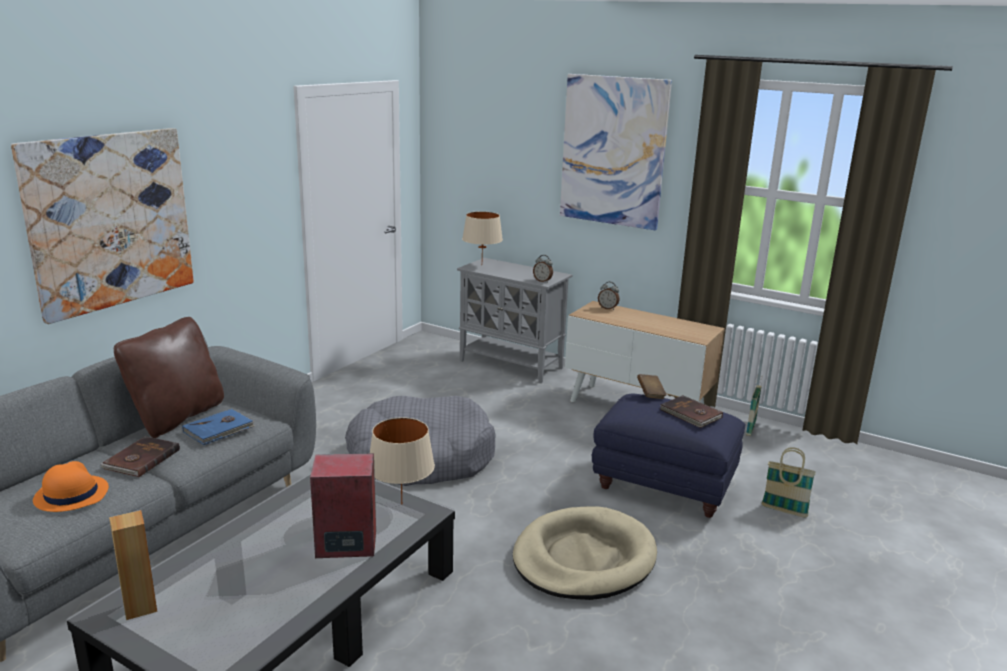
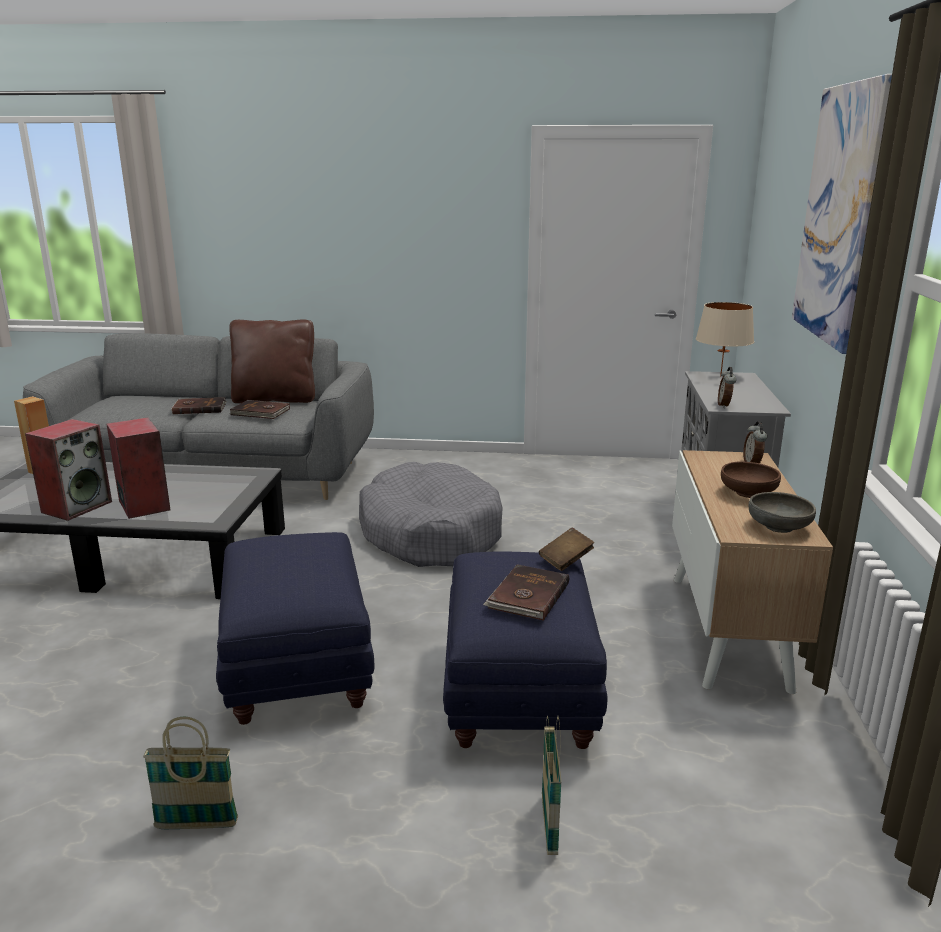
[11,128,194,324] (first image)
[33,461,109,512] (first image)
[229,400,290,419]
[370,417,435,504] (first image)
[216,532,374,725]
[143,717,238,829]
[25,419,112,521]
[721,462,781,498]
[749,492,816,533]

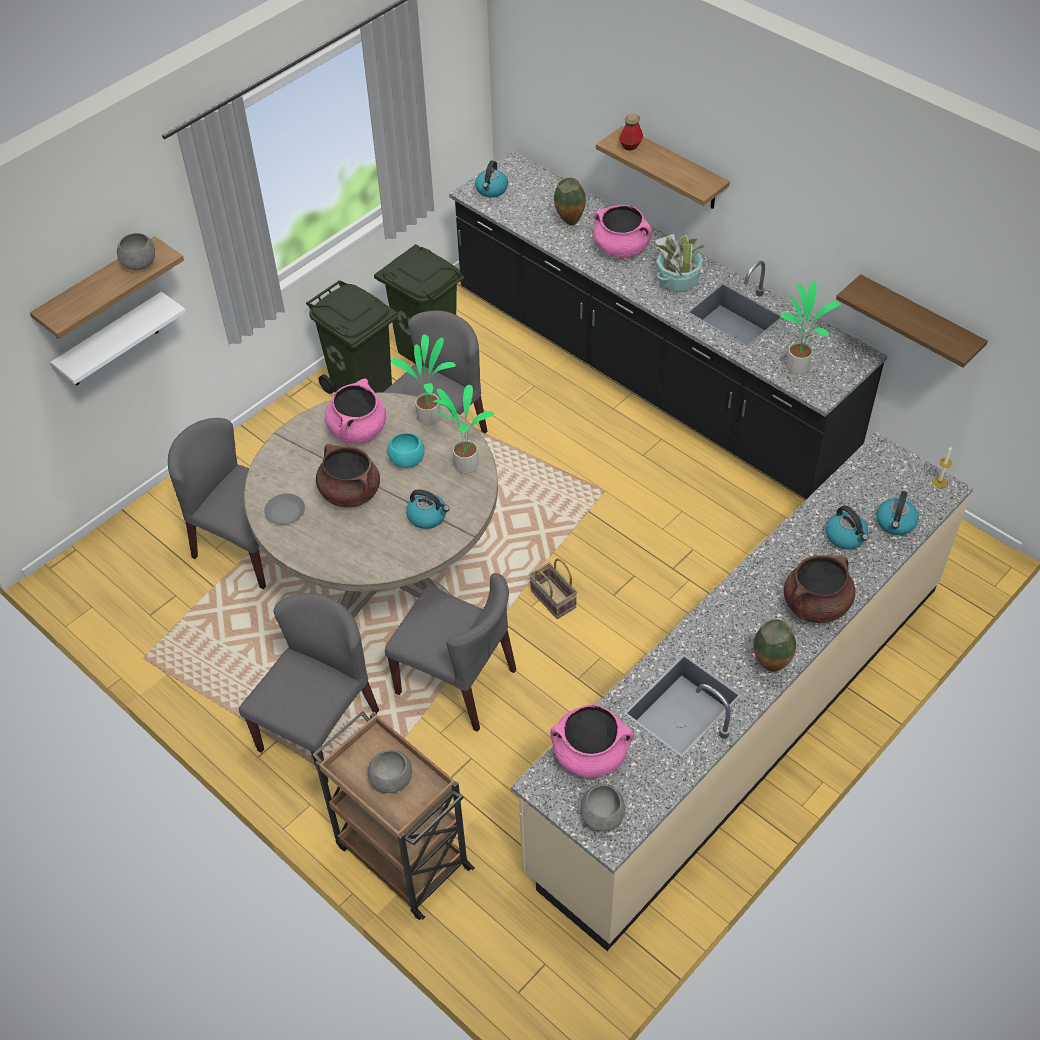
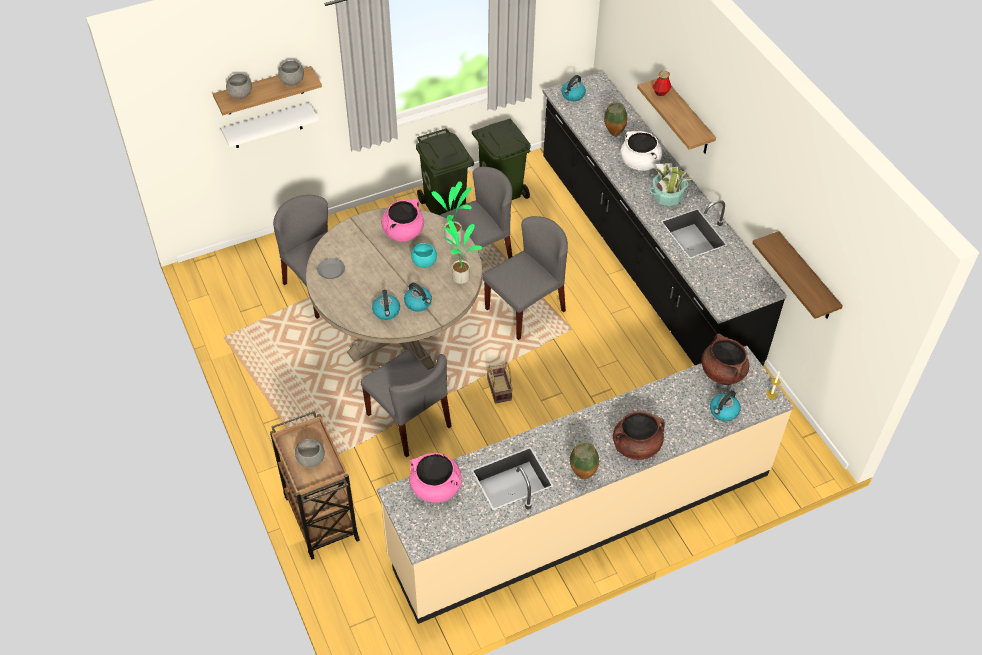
[482,216,568,340]
[701,333,749,385]
[226,73,252,99]
[620,131,662,171]
[780,282,840,374] (first image)
[372,290,400,320]

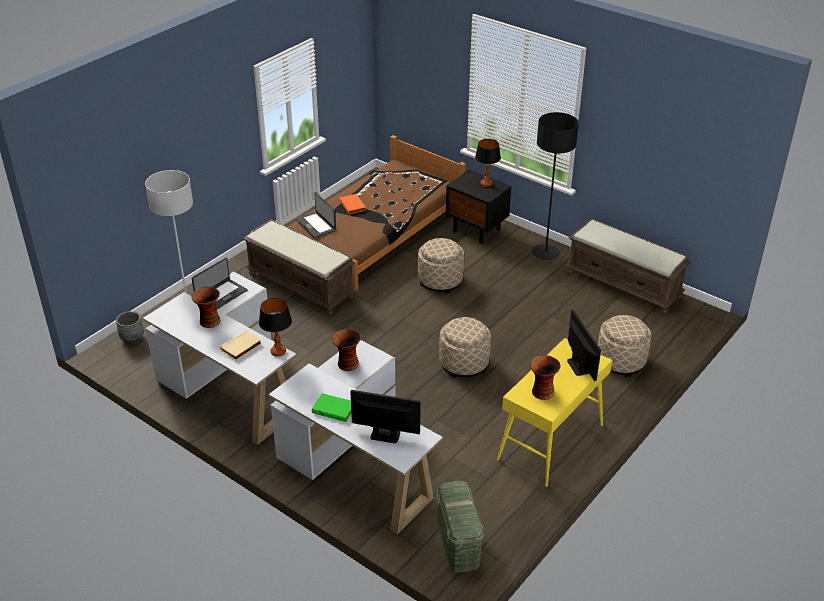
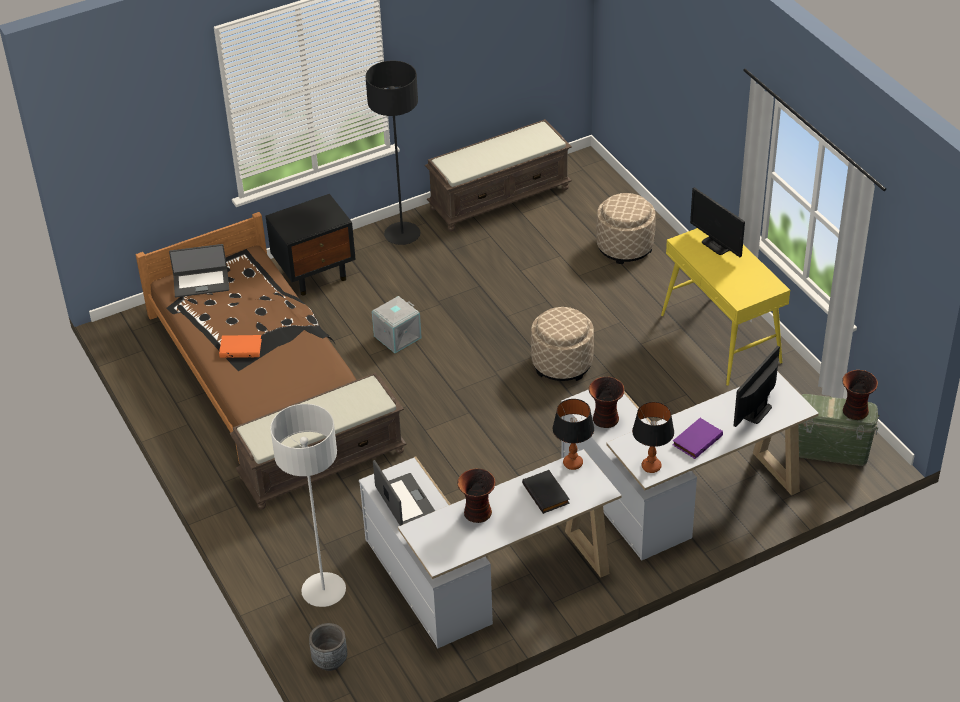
[522,470,570,514]
[169,244,229,297]
[672,418,723,459]
[372,296,422,353]
[632,402,674,473]
[842,370,878,420]
[690,187,745,257]

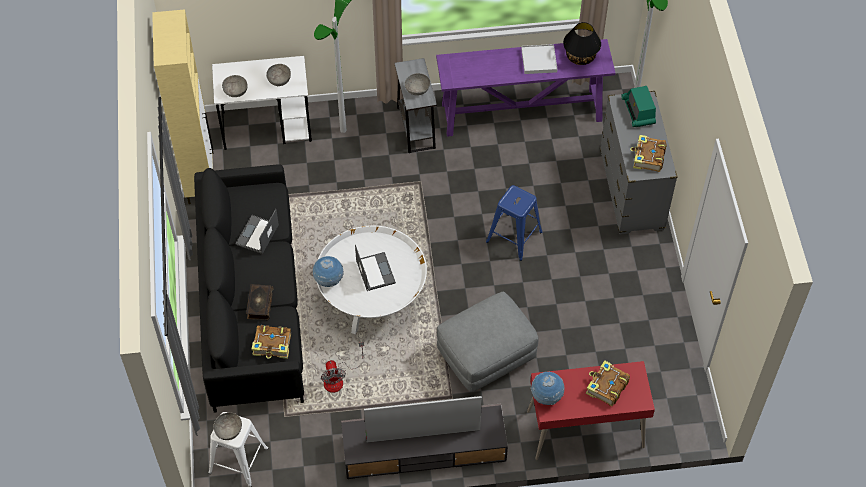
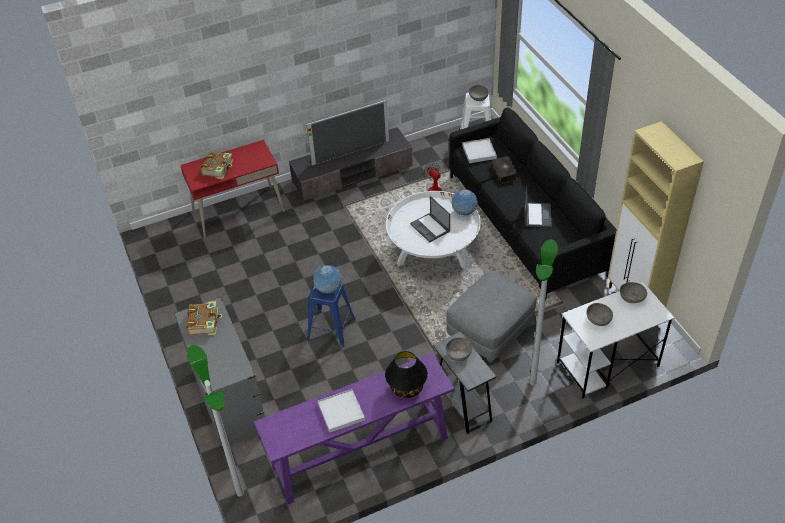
[462,138,497,163]
[447,270,537,363]
[313,265,342,294]
[385,351,428,398]
[621,86,656,127] (first image)

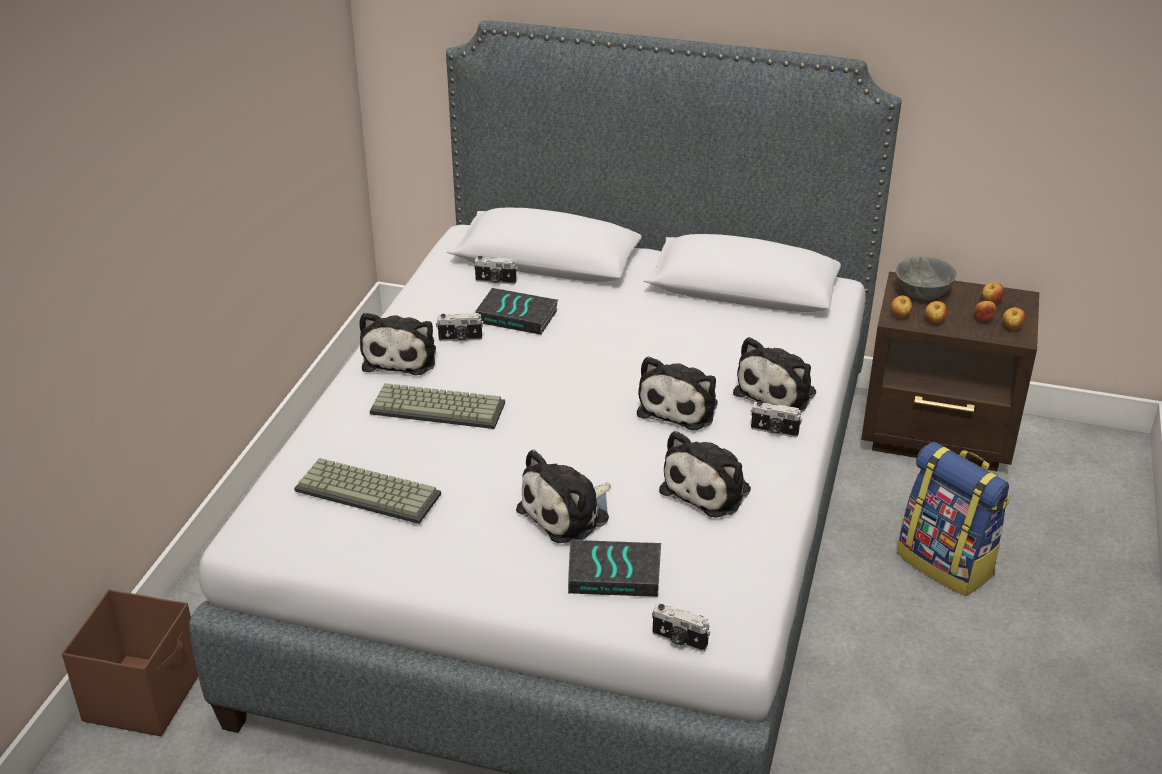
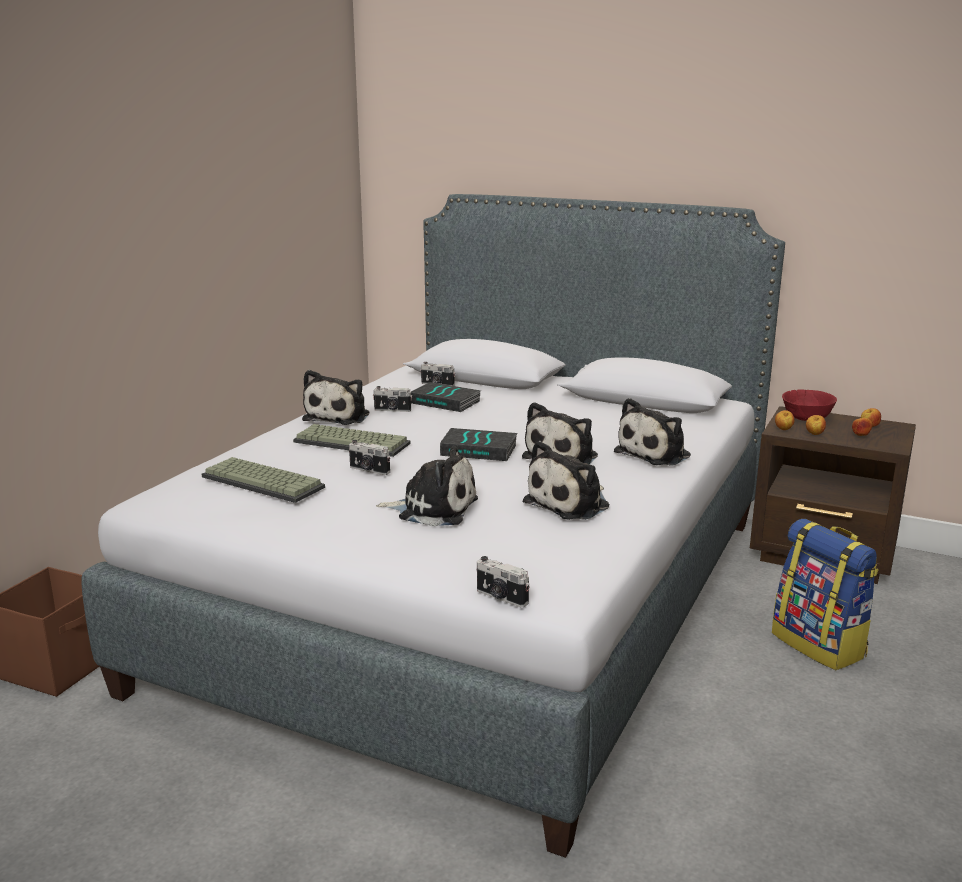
[376,446,478,526]
[440,428,518,461]
[349,440,390,475]
[782,389,837,421]
[1003,307,1025,330] (first image)

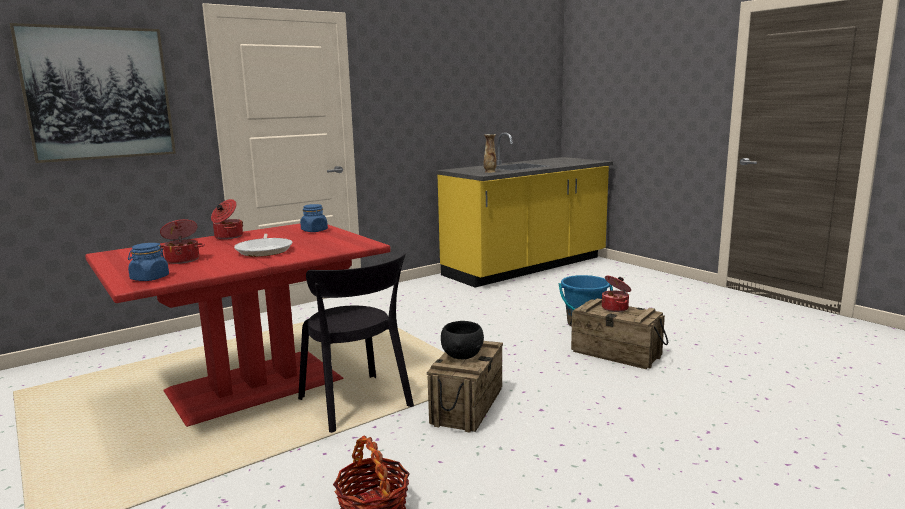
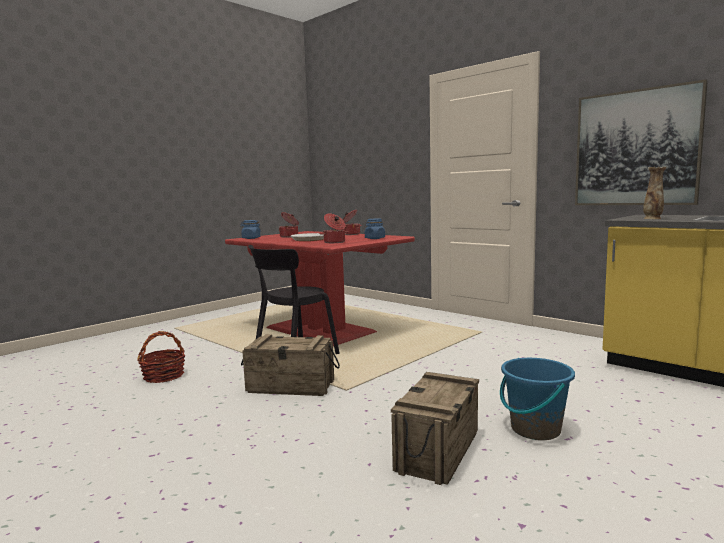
[575,79,708,205]
[441,321,484,359] (first image)
[319,213,349,243]

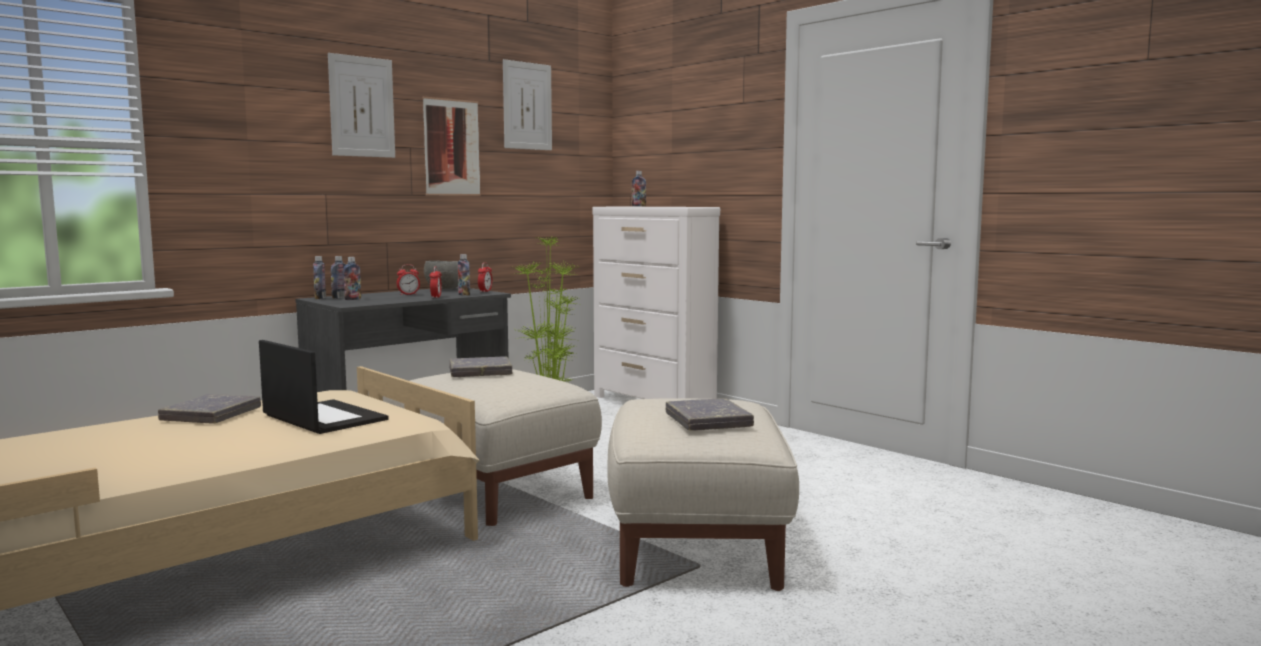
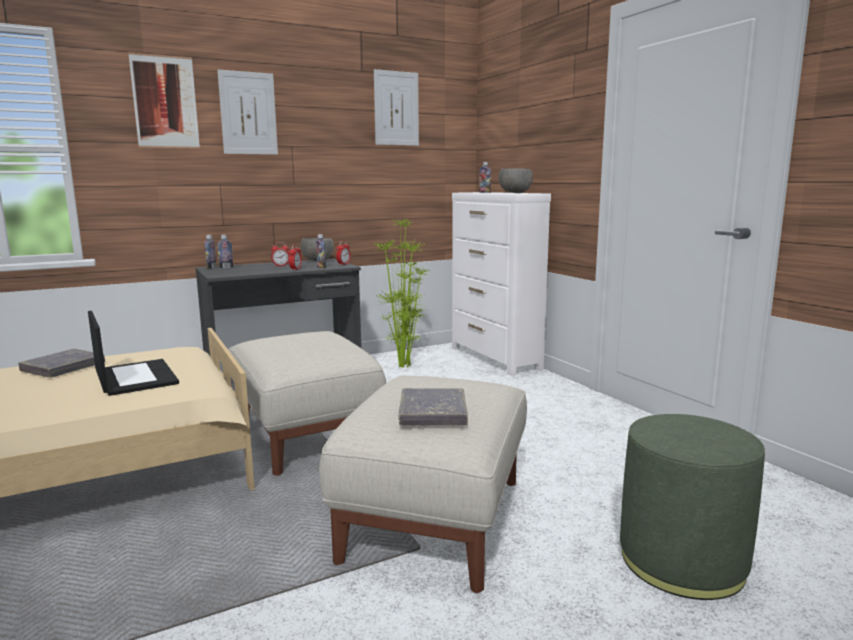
[343,257,361,300] (first image)
[128,52,200,149]
[449,356,512,377] (first image)
[499,169,533,193]
[620,414,765,600]

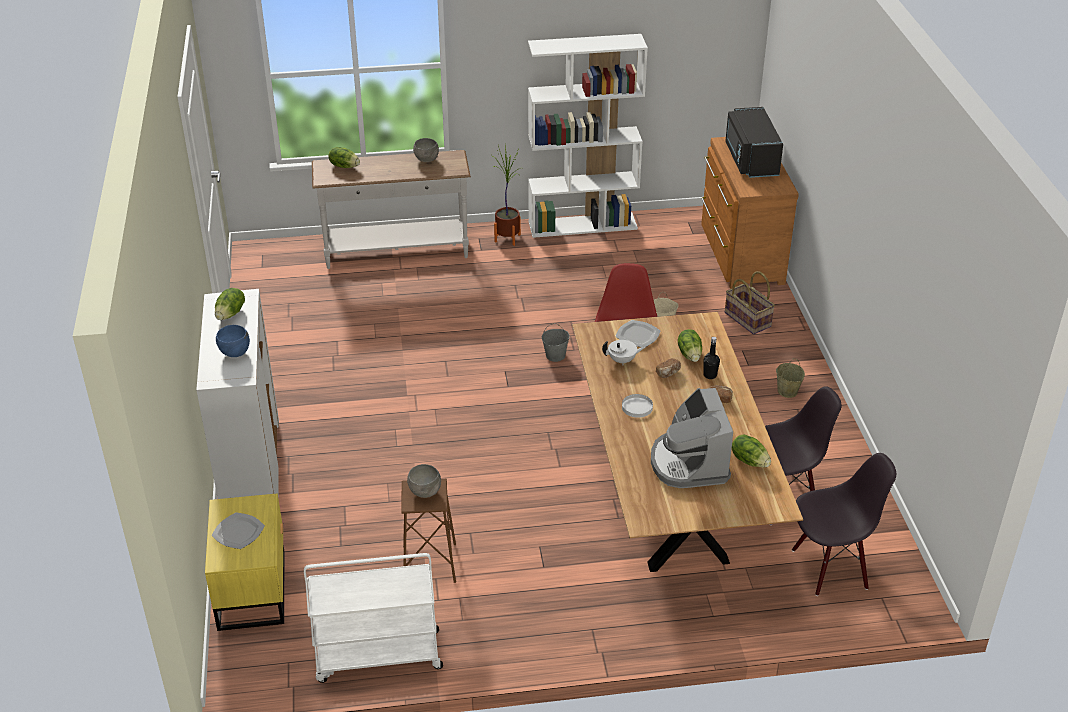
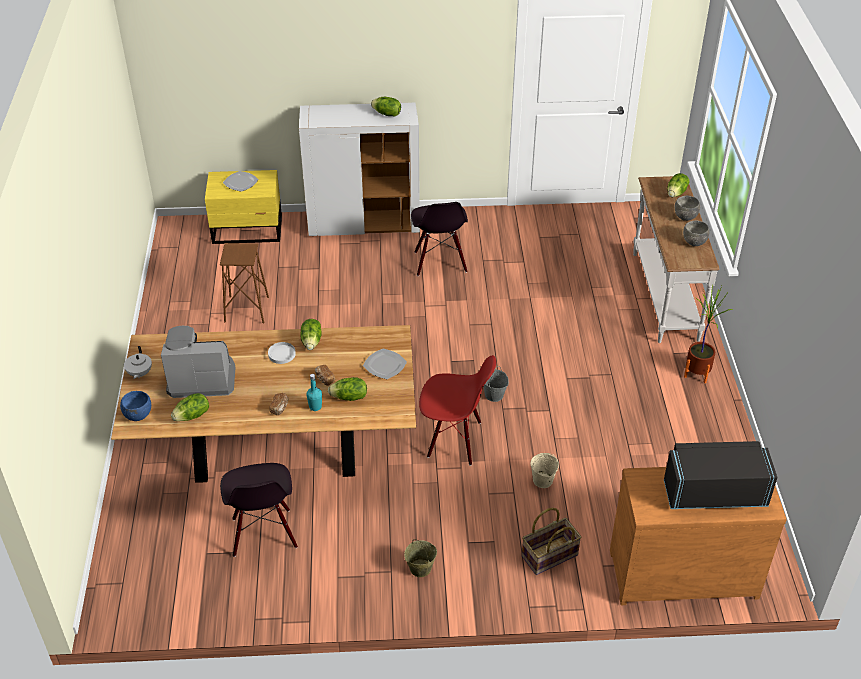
[120,391,151,421]
[304,553,443,683] (first image)
[675,196,700,221]
[528,34,648,238] (first image)
[124,346,152,379]
[307,374,322,411]
[411,202,468,276]
[301,319,322,350]

